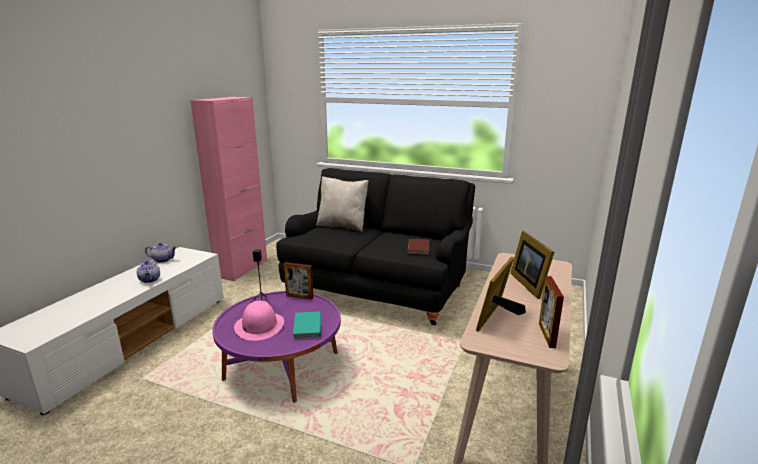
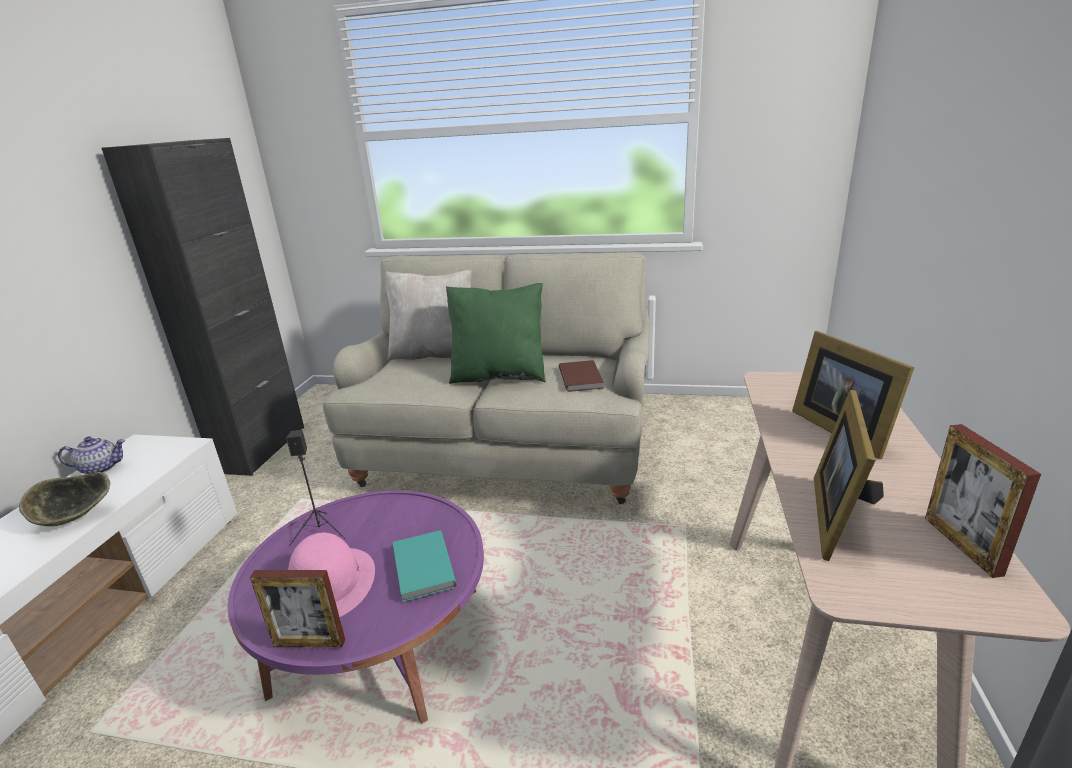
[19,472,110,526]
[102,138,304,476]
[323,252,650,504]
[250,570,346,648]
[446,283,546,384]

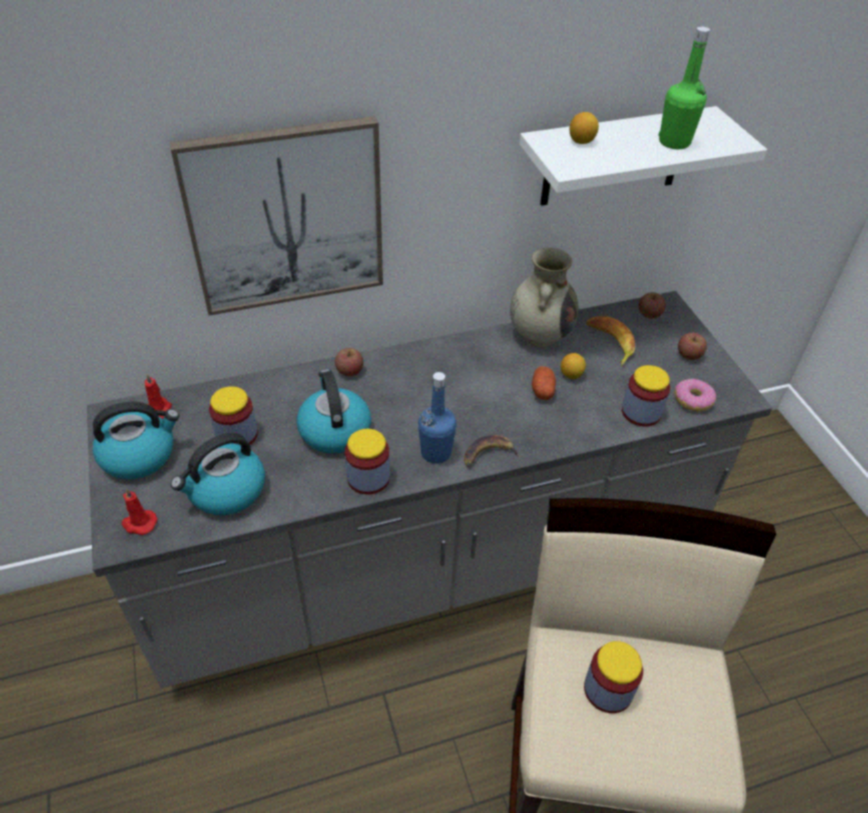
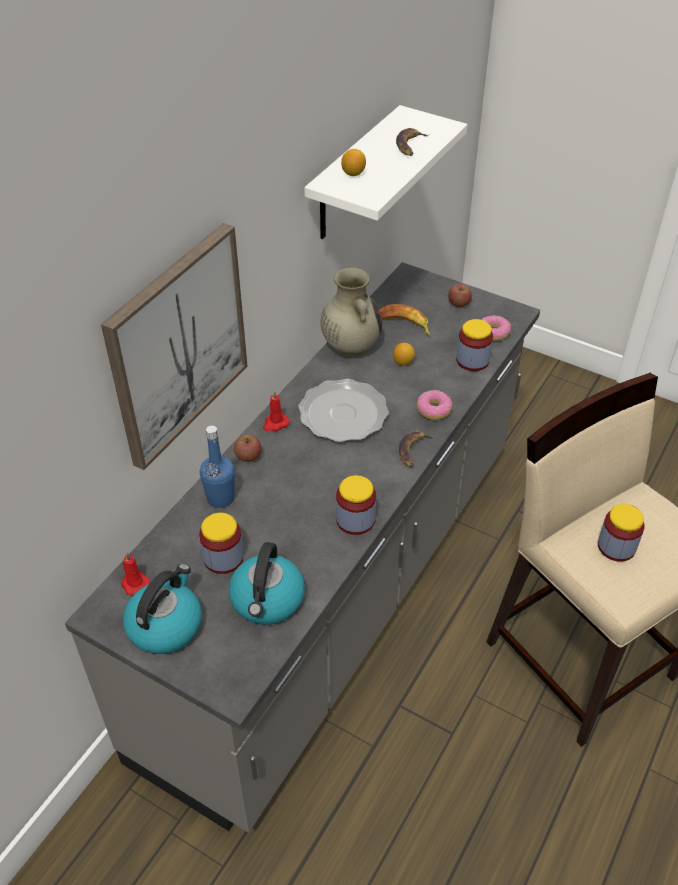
[263,391,289,431]
[297,369,371,454] (first image)
[200,425,235,508]
[532,366,556,400] (first image)
[639,292,666,319] (first image)
[396,128,429,156]
[298,379,389,442]
[417,390,453,420]

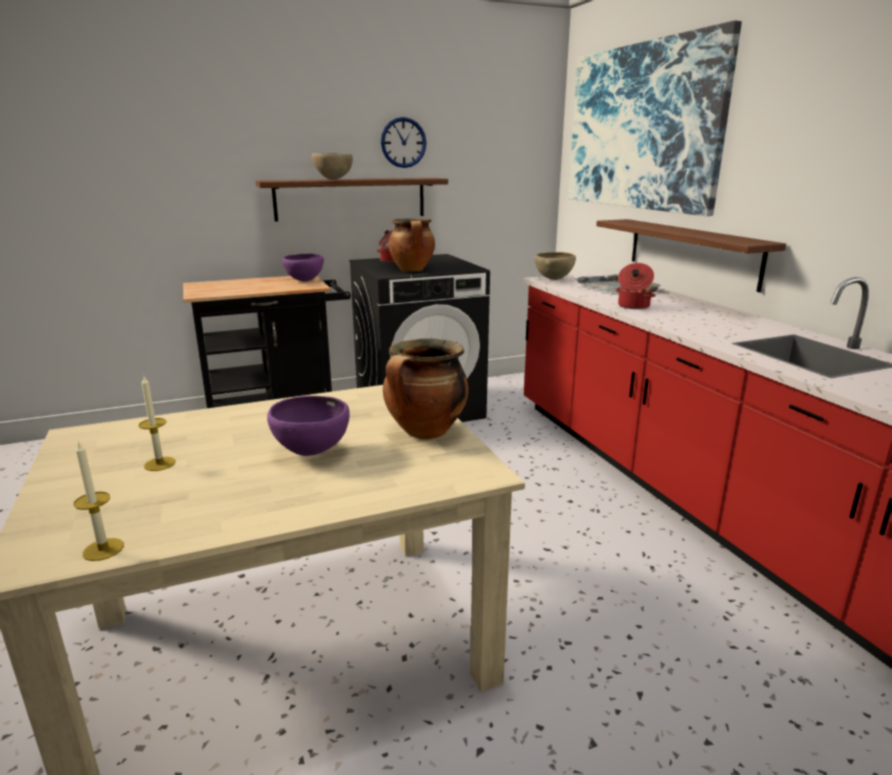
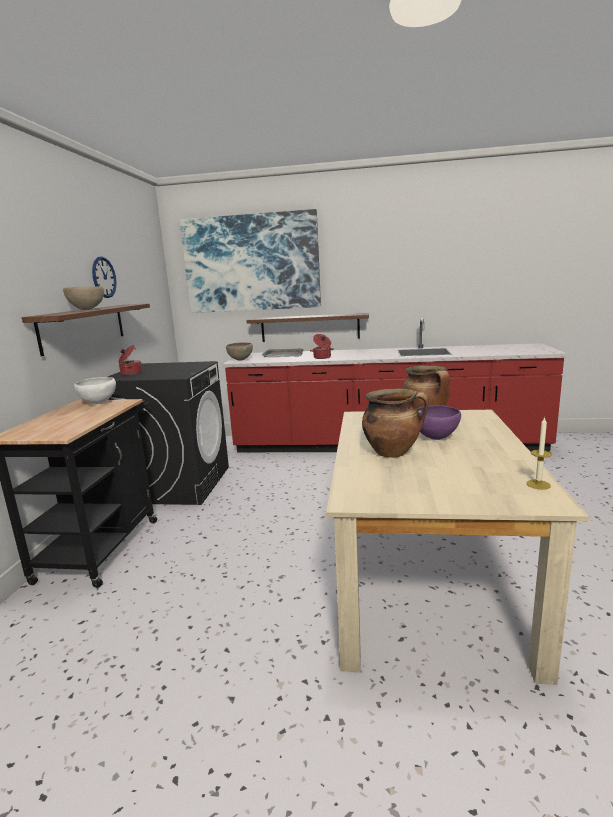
[139,376,176,471] (first image)
[74,377,116,404]
[362,389,429,458]

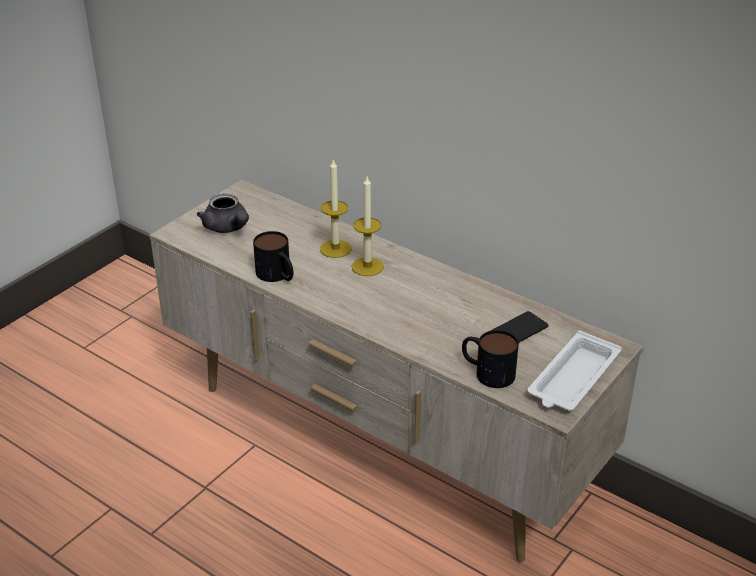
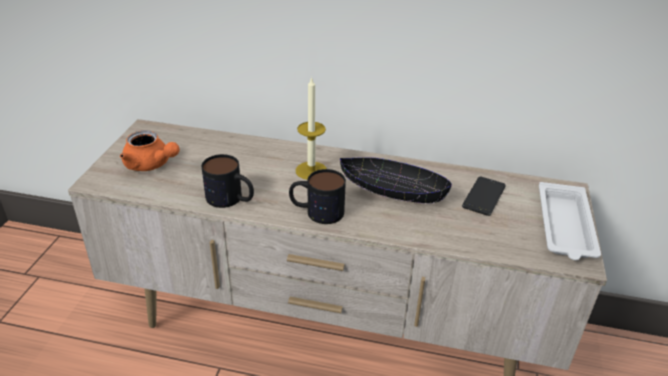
[120,131,180,171]
[320,158,352,258] (first image)
[289,169,346,224]
[340,157,452,204]

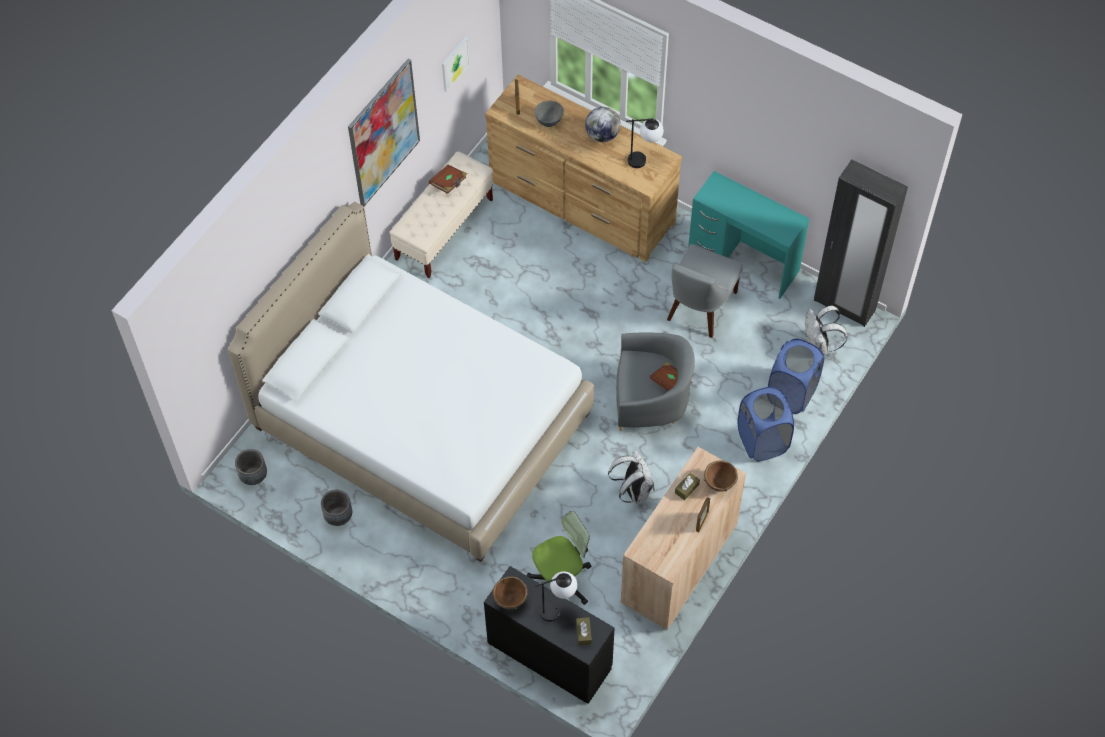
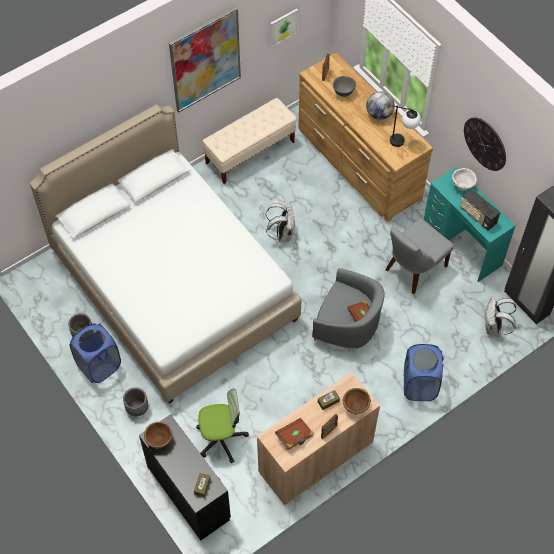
[123,387,148,416]
[275,418,314,450]
[535,571,577,622] (first image)
[266,203,296,242]
[70,324,121,383]
[452,168,477,191]
[460,189,500,231]
[464,117,506,171]

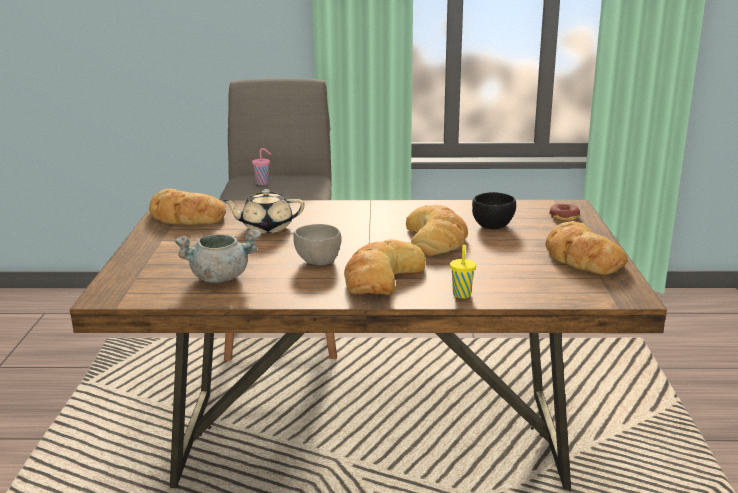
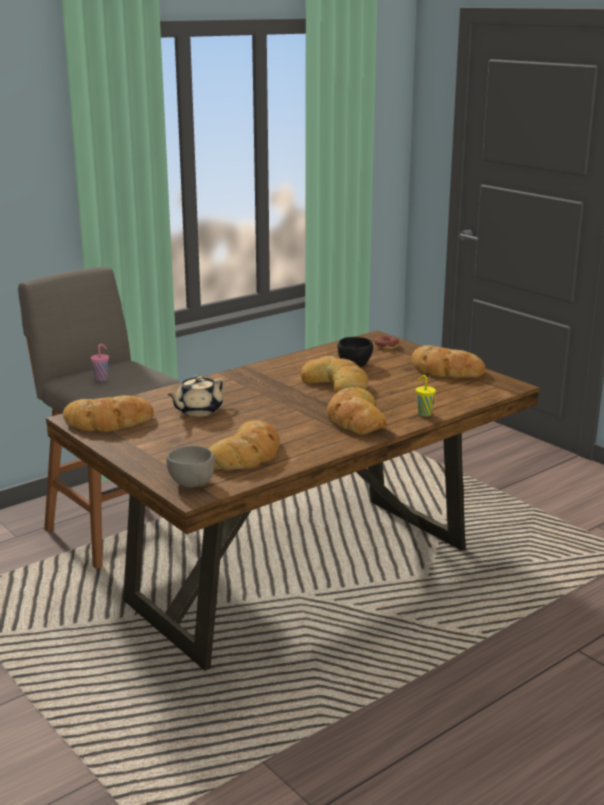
[208,420,280,470]
[166,446,215,487]

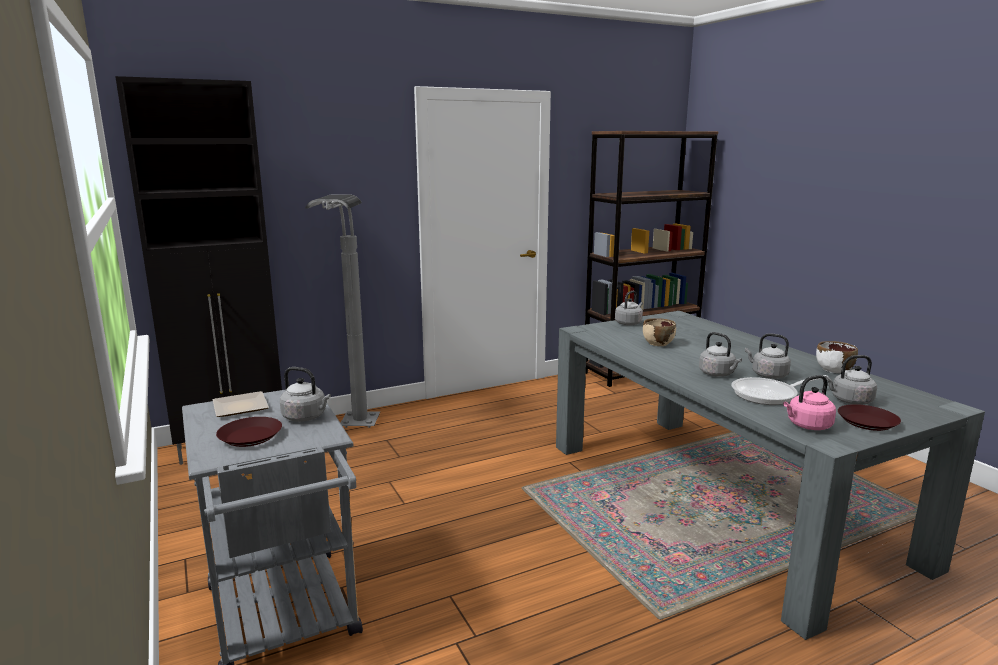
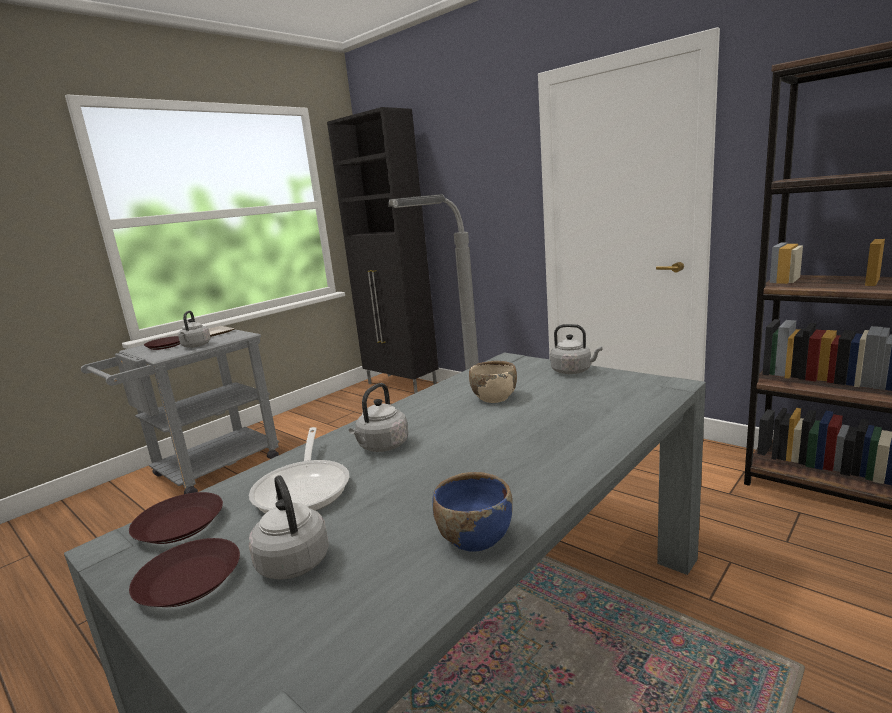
[249,427,349,514]
[745,333,791,379] (first image)
[129,492,223,544]
[432,472,513,552]

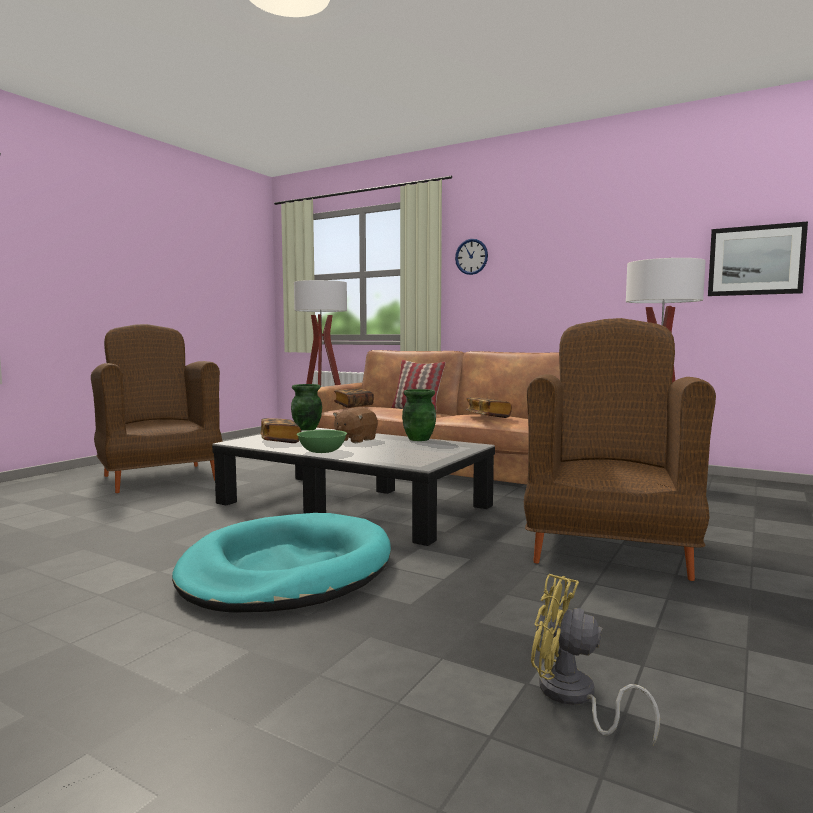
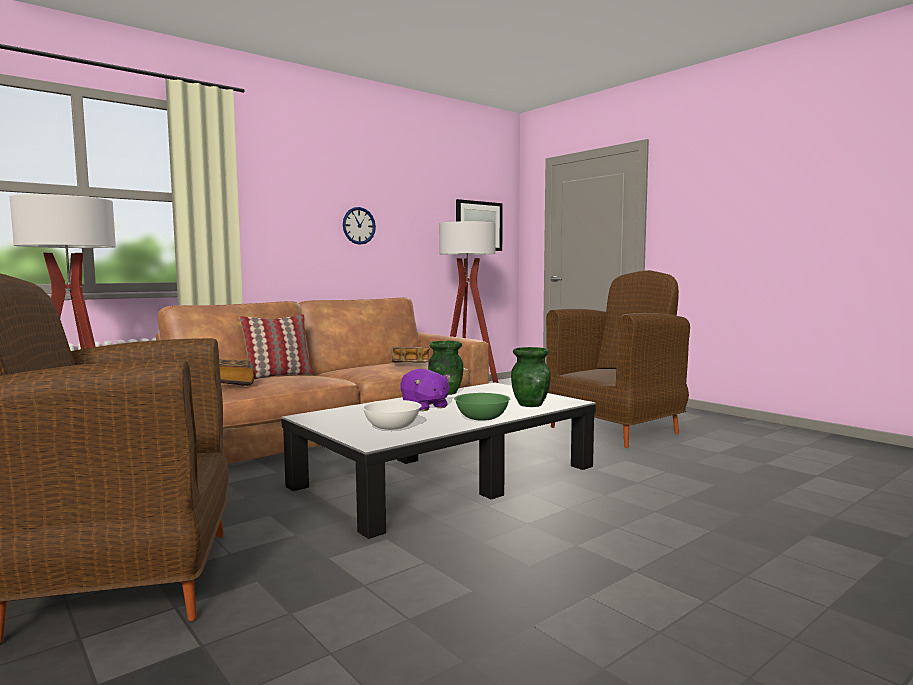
[172,513,391,613] (first image)
[362,400,422,430]
[511,347,551,407]
[400,369,451,411]
[343,207,376,245]
[546,270,690,448]
[531,574,660,745] (first image)

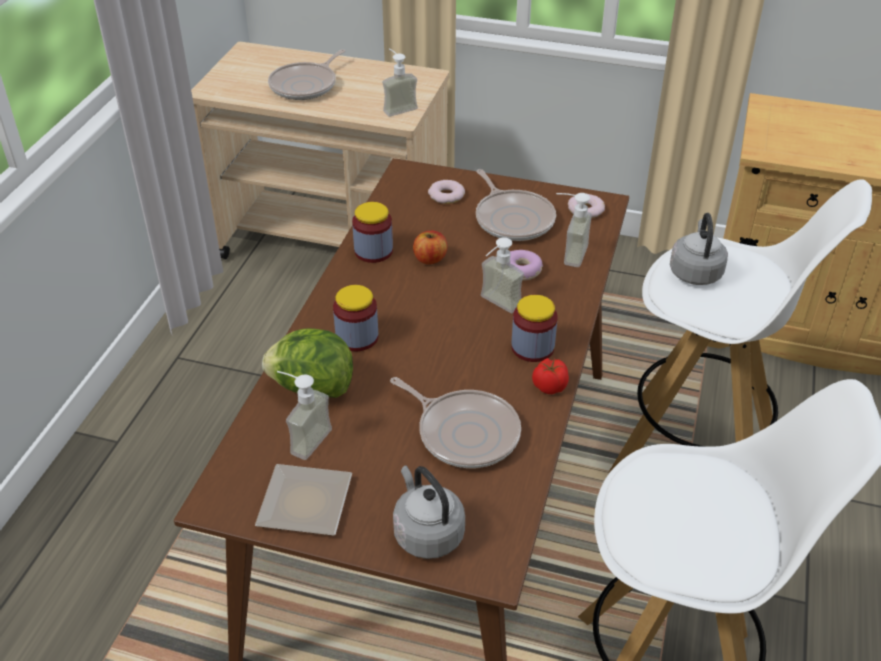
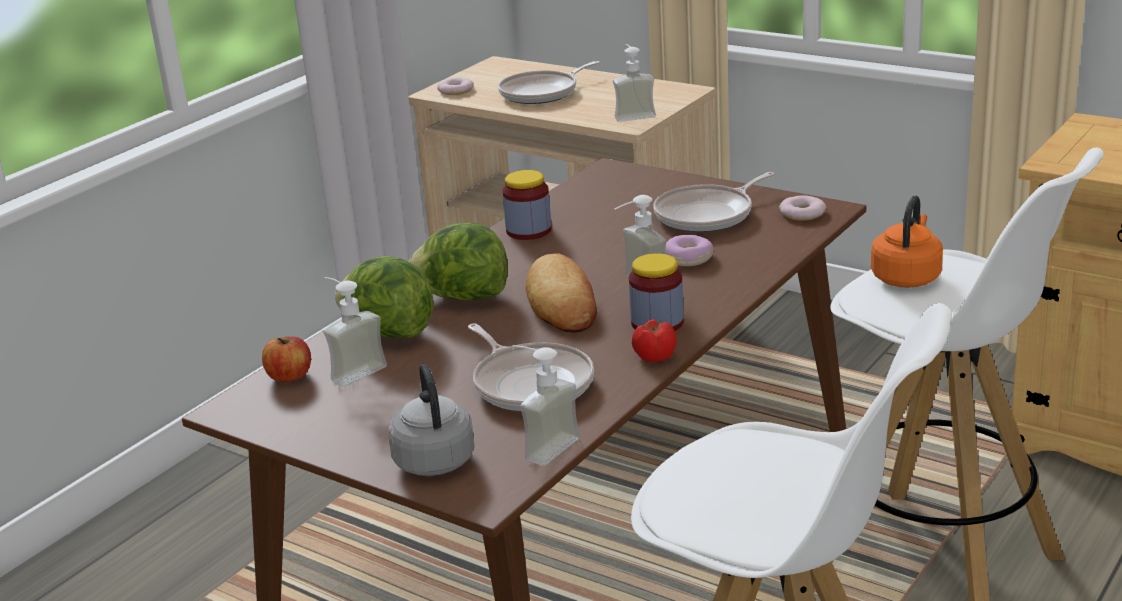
[255,464,352,536] (first image)
[409,223,508,301]
[262,336,311,382]
[437,77,474,95]
[653,172,775,232]
[512,345,580,466]
[871,195,943,288]
[526,253,597,333]

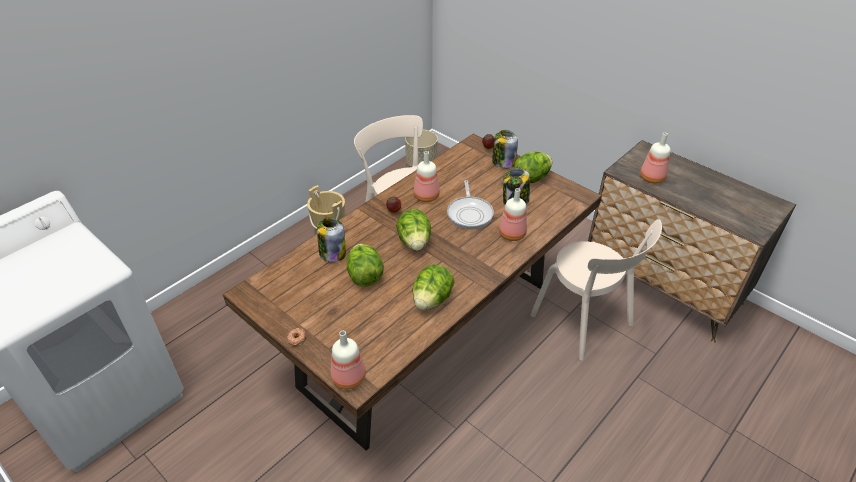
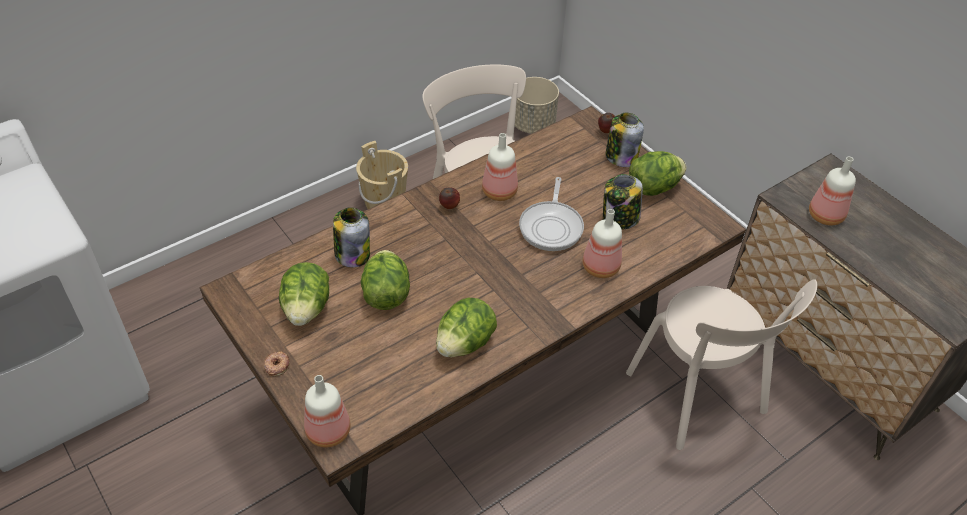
[279,262,329,326]

